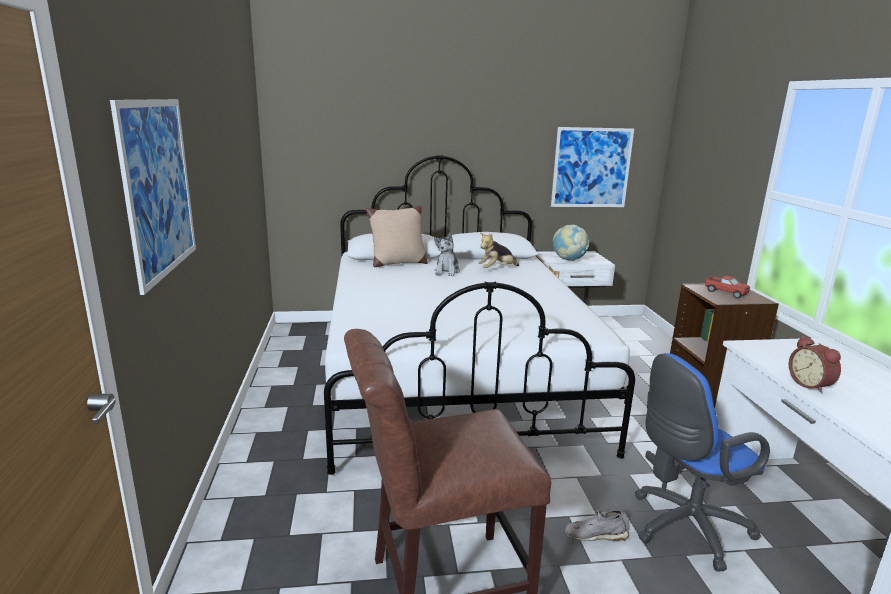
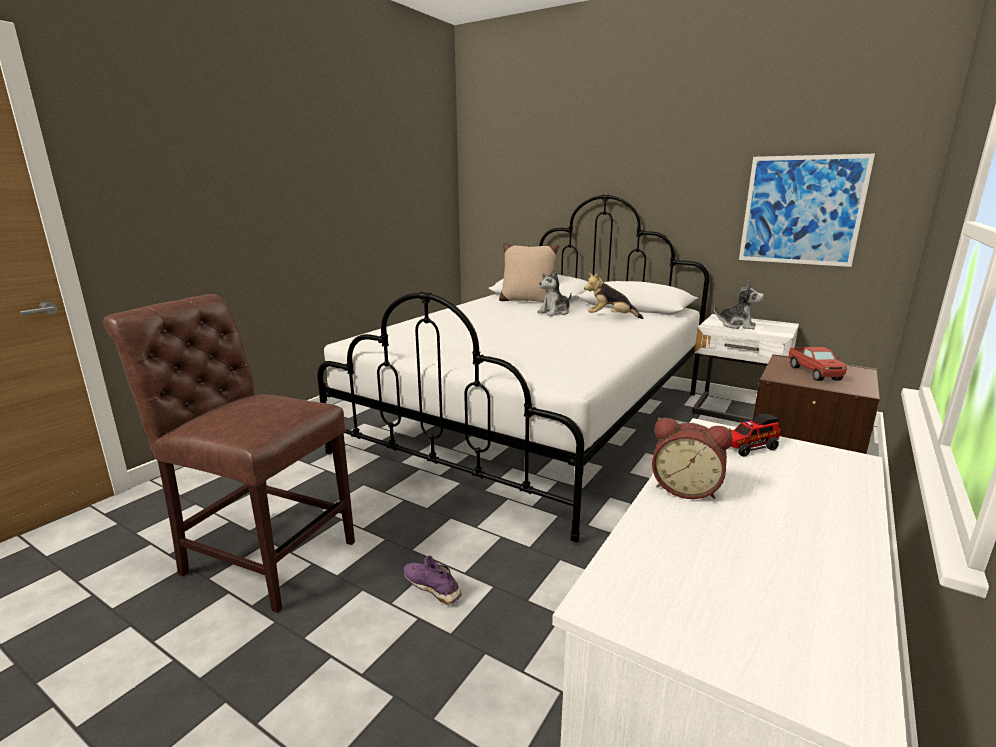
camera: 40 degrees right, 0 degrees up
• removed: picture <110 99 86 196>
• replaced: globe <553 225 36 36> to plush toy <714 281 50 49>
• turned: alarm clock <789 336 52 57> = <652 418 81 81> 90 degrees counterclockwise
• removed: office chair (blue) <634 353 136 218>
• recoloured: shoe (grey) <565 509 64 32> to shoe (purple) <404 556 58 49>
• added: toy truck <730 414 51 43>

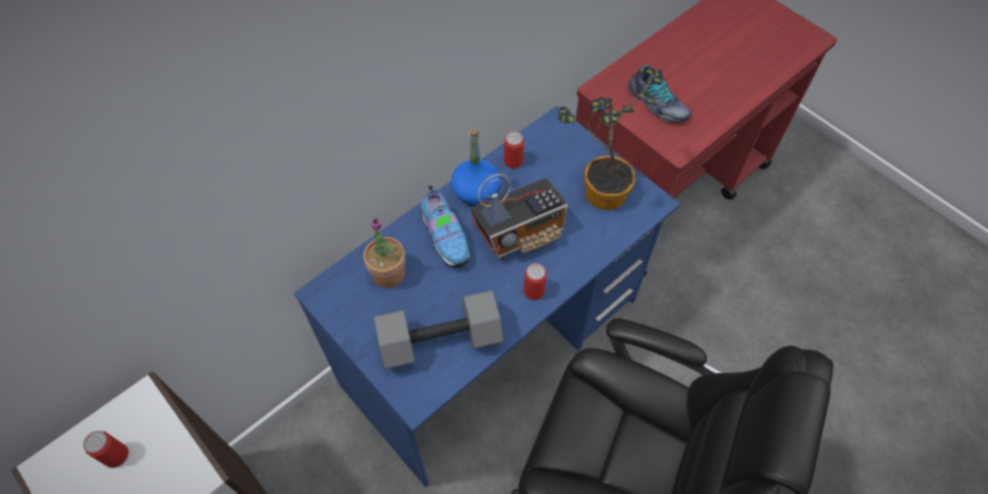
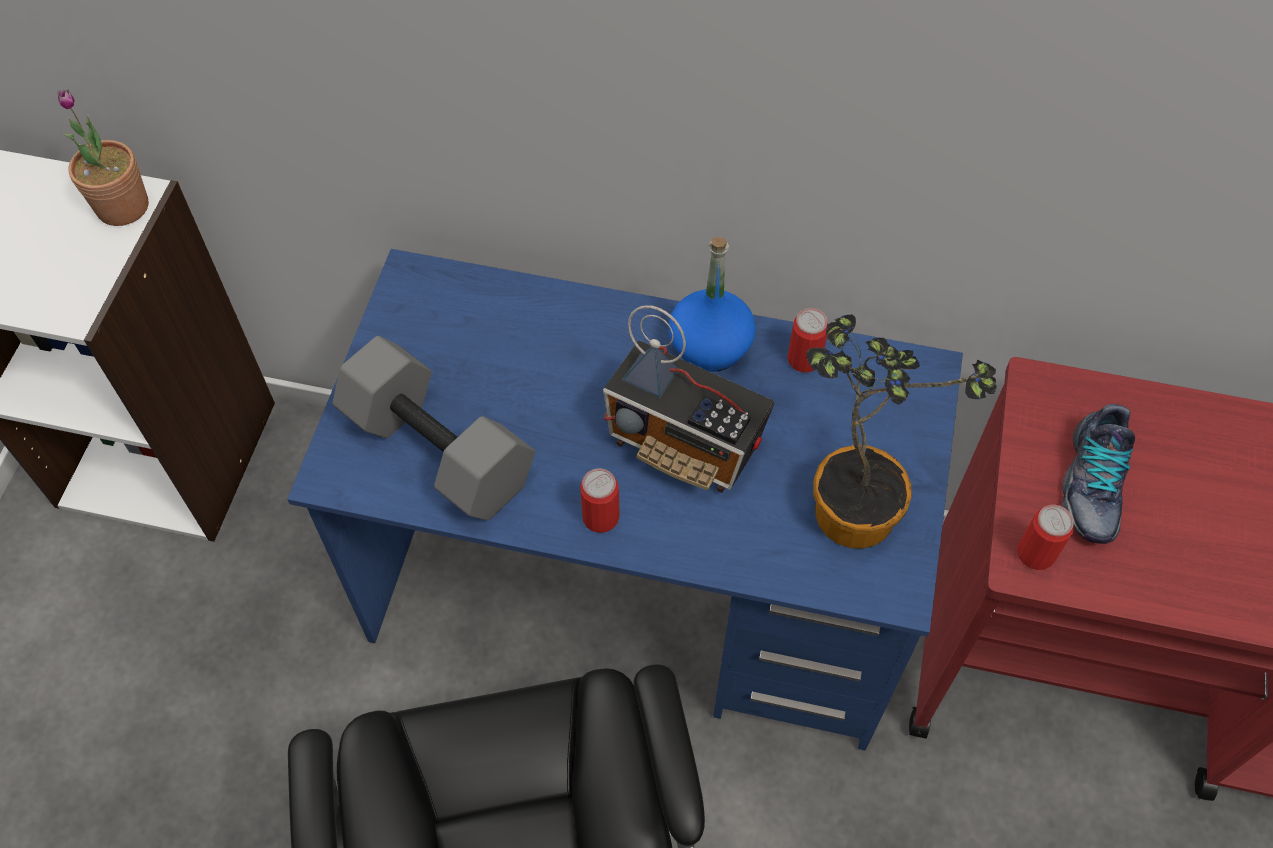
camera: 55 degrees right, 0 degrees up
• removed: shoe <421 185 48 83>
• moved: potted plant <363 218 42 70> to <57 89 92 137>
• moved: can <83 431 45 37> to <1017 505 57 65>

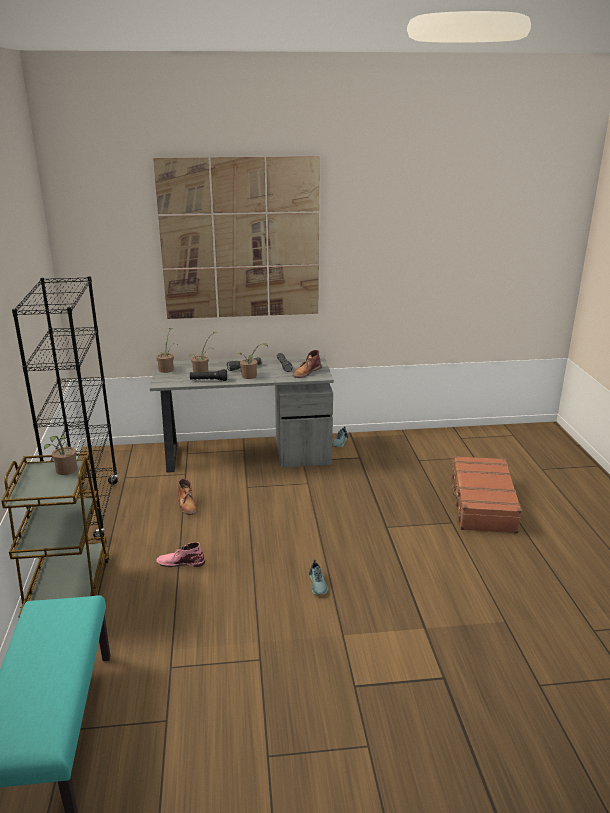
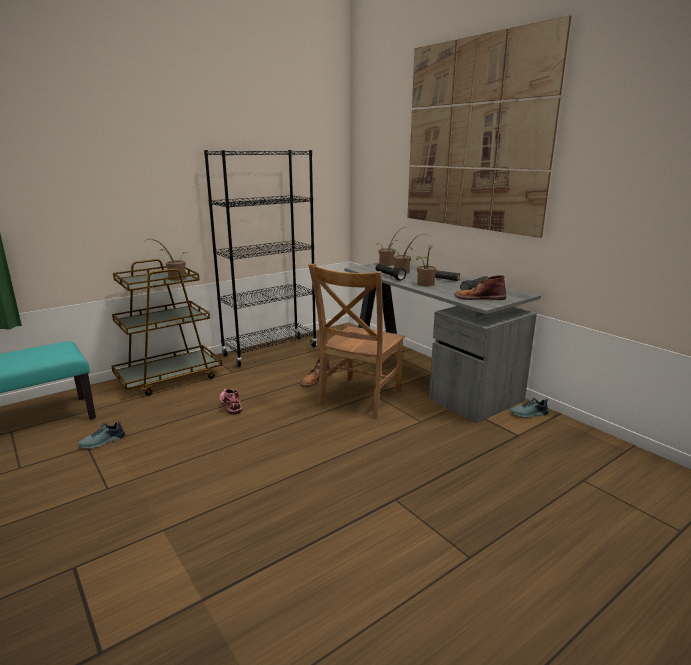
camera: 60 degrees right, 5 degrees down
• removed: suitcase (brown) <449 456 73 78>
• moved: shoe <309 559 19 36> to <78 420 47 29>
• added: chair (brown) <308 264 97 155>

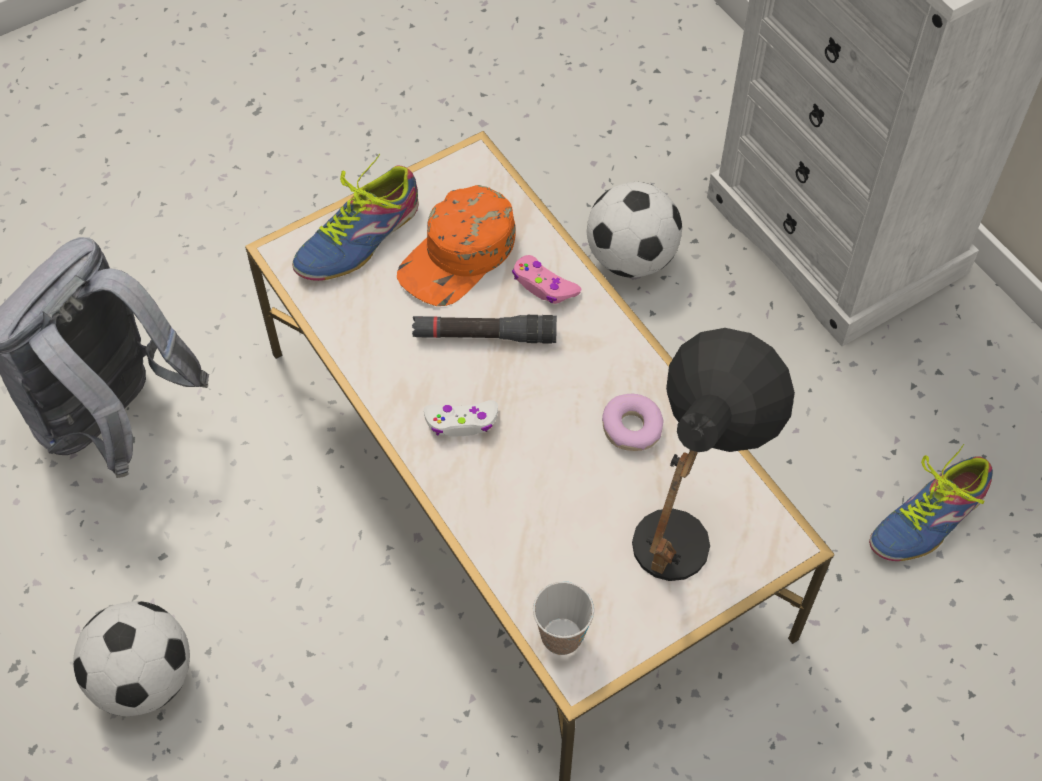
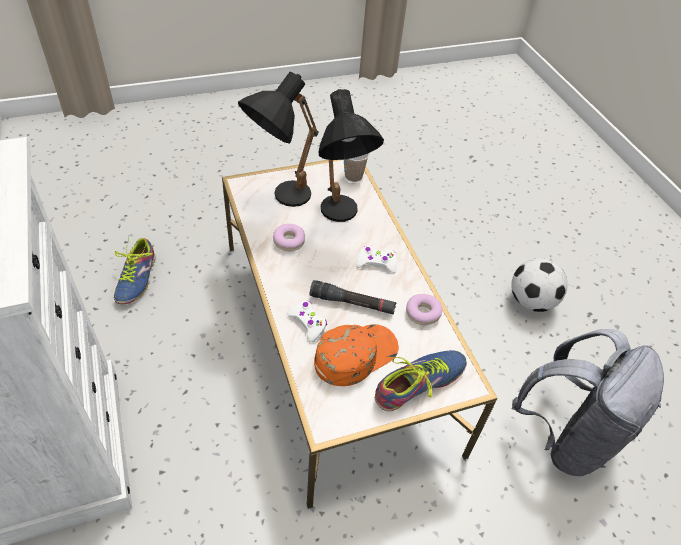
camera: 170 degrees left, 10 degrees down
• removed: football <587 182 95 96>
• recoloured: game controller (pink) <512 255 70 49> to game controller (white) <287 301 40 41>
• turned: shoe <869 444 124 117> = <114 237 42 67> 120 degrees clockwise
• added: table lamp (black) <319 89 65 133>
• added: donut <406 294 36 31>

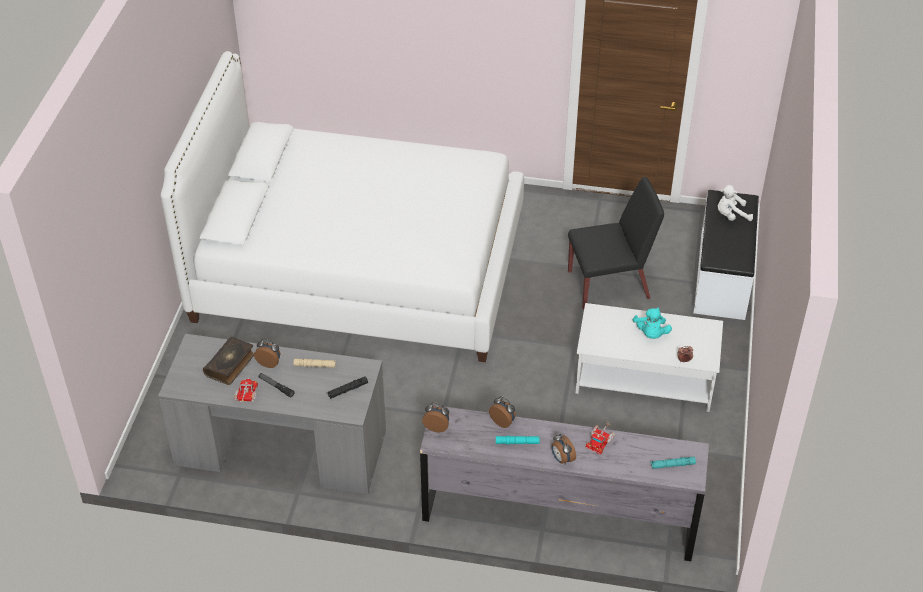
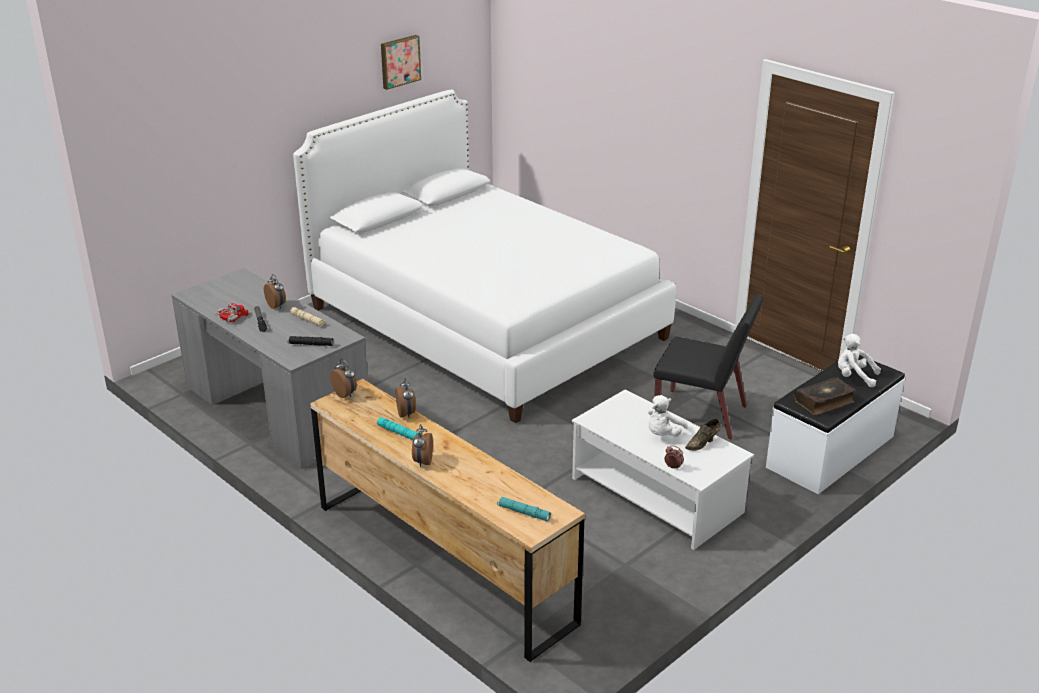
camera: 35 degrees right, 15 degrees down
• recoloured: plush toy (turquoise) <633 308 39 31> to plush toy (white) <648 395 40 42>
• moved: book <203 337 51 48> to <794 377 62 39>
• recoloured: dresser (grey) <420 405 289 156> to dresser (brown) <310 379 275 283>
• removed: toy truck <585 422 30 33>
• added: picture <381 35 40 55>
• added: shoe (brown) <685 419 36 32>

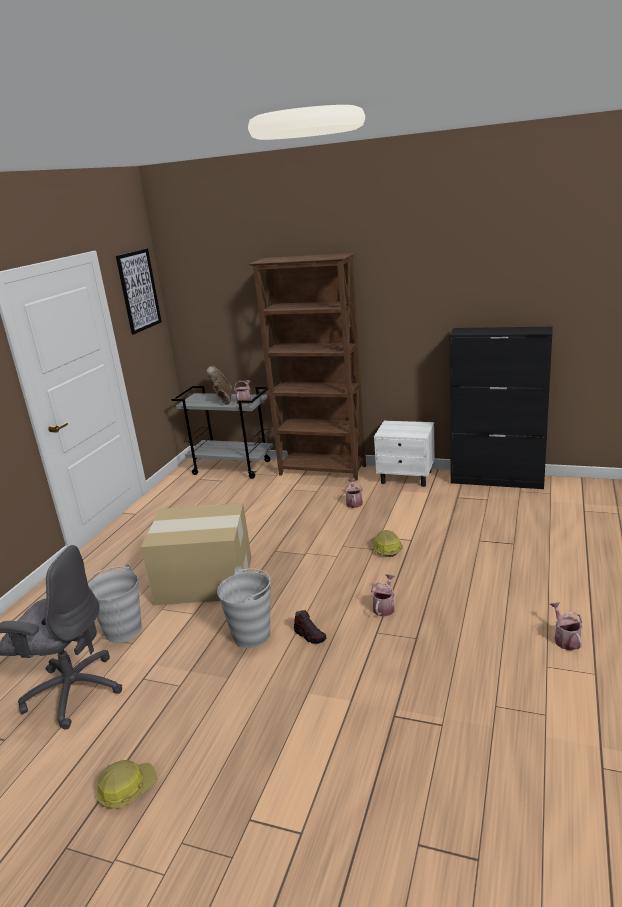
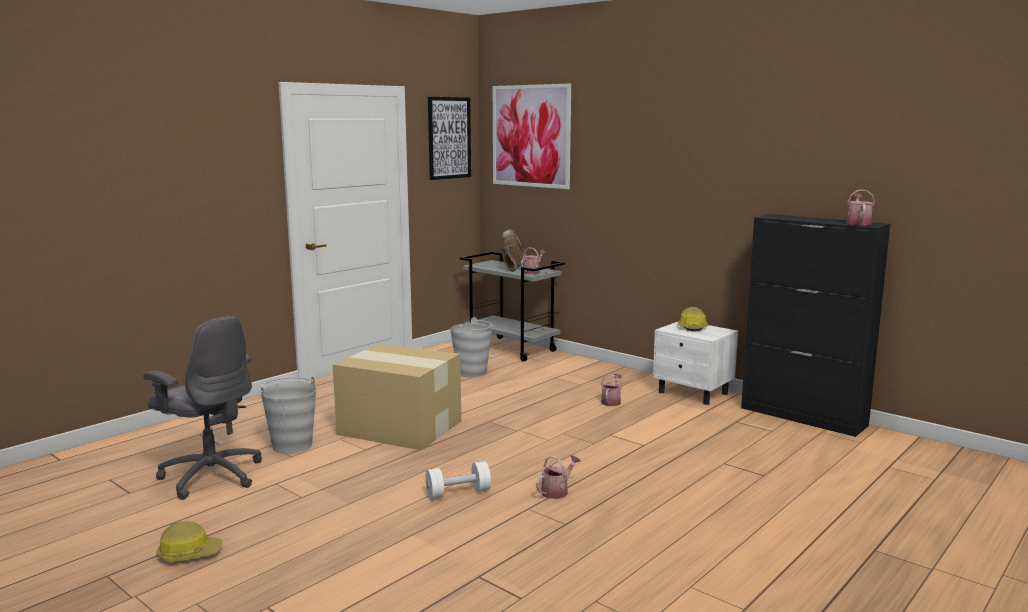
camera: 20 degrees right, 10 degrees down
• removed: bookcase (brown) <248 253 118 228>
• moved: hard hat <372 530 31 27> to <678 307 30 25>
• moved: bucket (grey) <217 566 54 82> to <450 317 42 60>
• moved: watering can <550 602 32 48> to <847 190 28 35>
• replaced: shoe <294 610 32 34> to dumbbell (white) <426 461 65 38>
• added: picture <493 84 78 105>

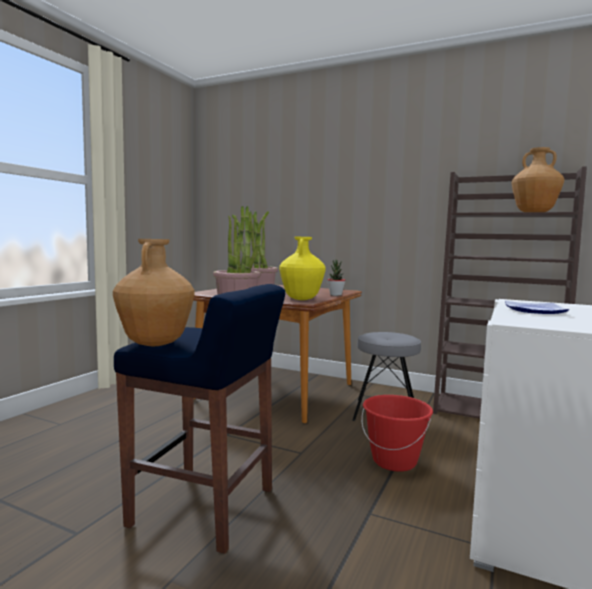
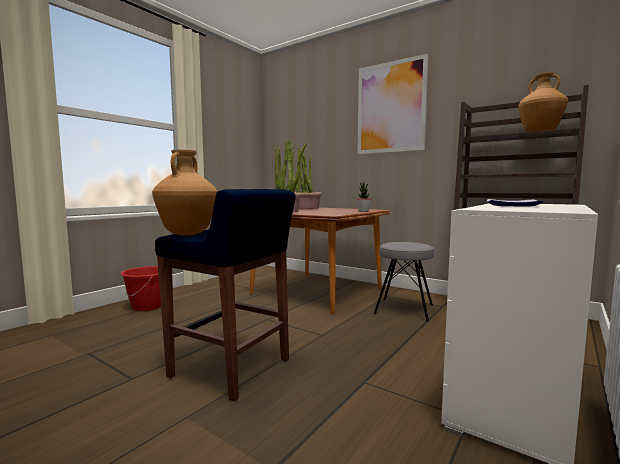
camera: 10 degrees right, 0 degrees up
• removed: vase (yellow) <279 237 47 63>
• moved: bucket (red) <362 395 71 77> to <121 266 40 45>
• added: picture <358 53 70 101>

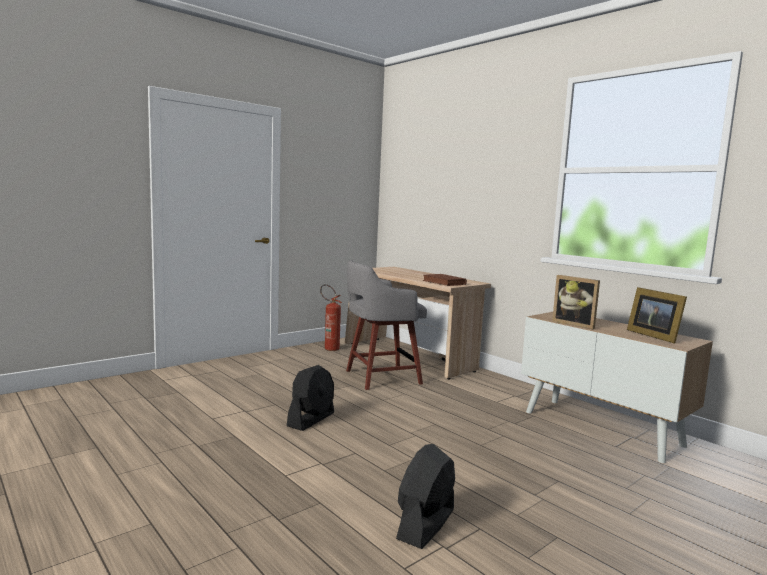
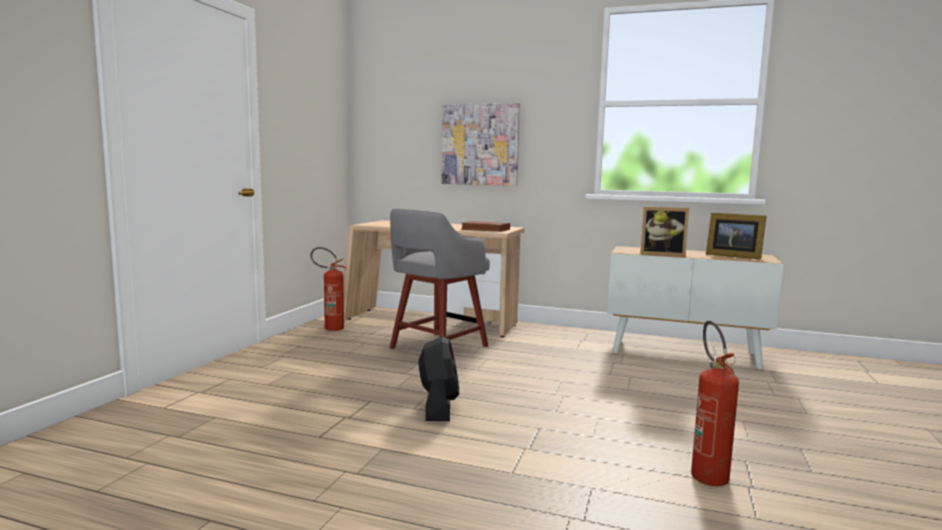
camera: 30 degrees left, 0 degrees up
• replaced: fan (black) <396 444 59 105> to fire extinguisher <691 321 48 165>
• added: picture <442 103 78 83>

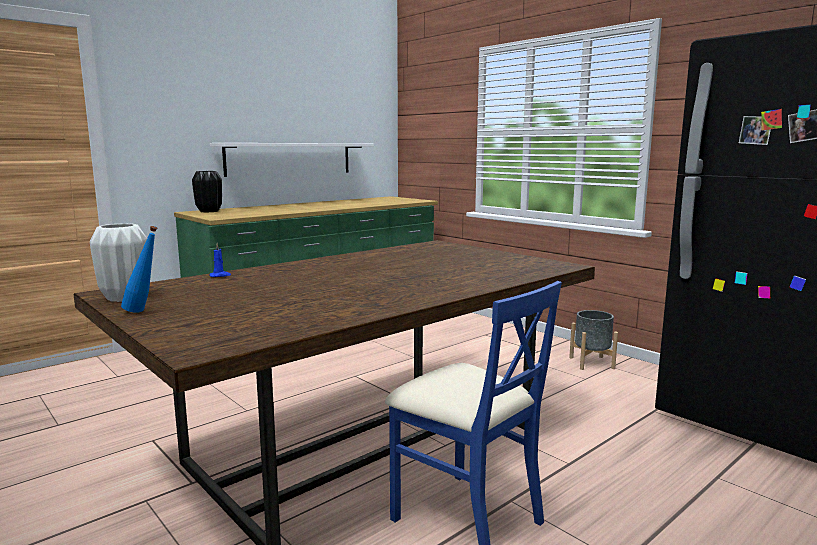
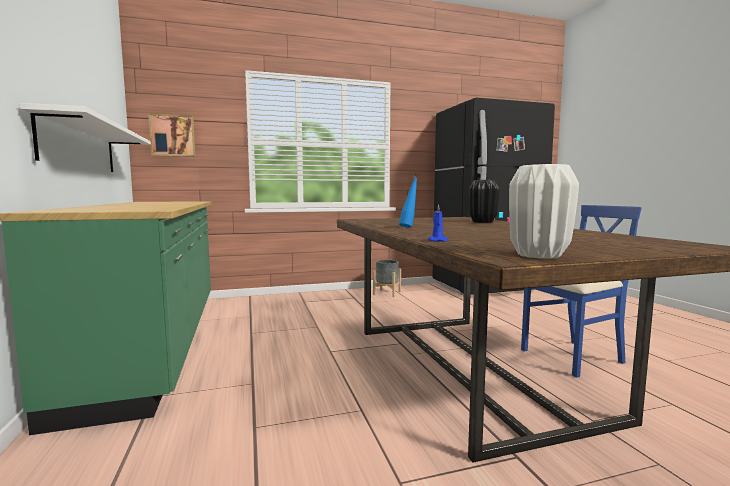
camera: 65 degrees left, 5 degrees down
• moved: vase (black) <192 171 30 41> to <469 180 31 43>
• moved: bottle (blue) <121 226 36 87> to <399 174 19 53>
• added: picture <148 113 48 44>

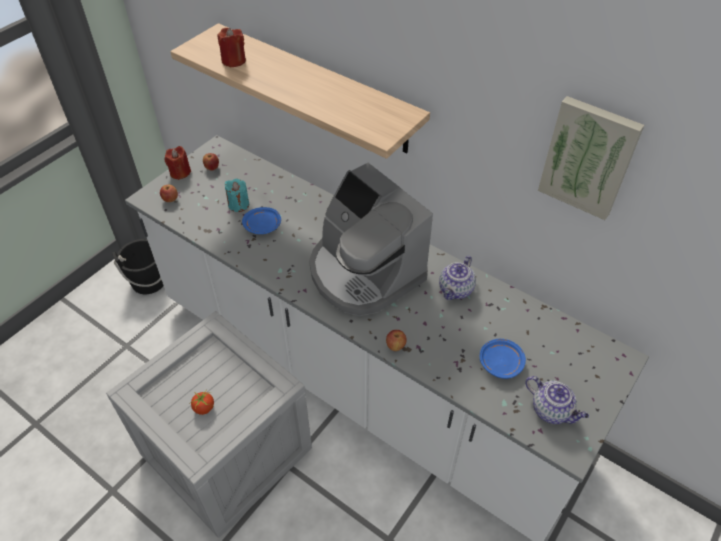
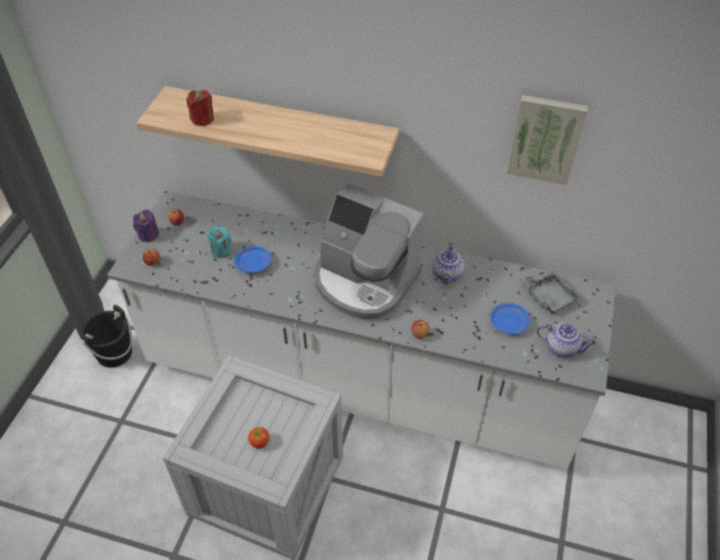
camera: 20 degrees left, 0 degrees up
• recoloured: candle (red) <165 146 26 34> to candle (purple) <133 209 26 33>
• added: tray (grey) <521 271 60 43>

